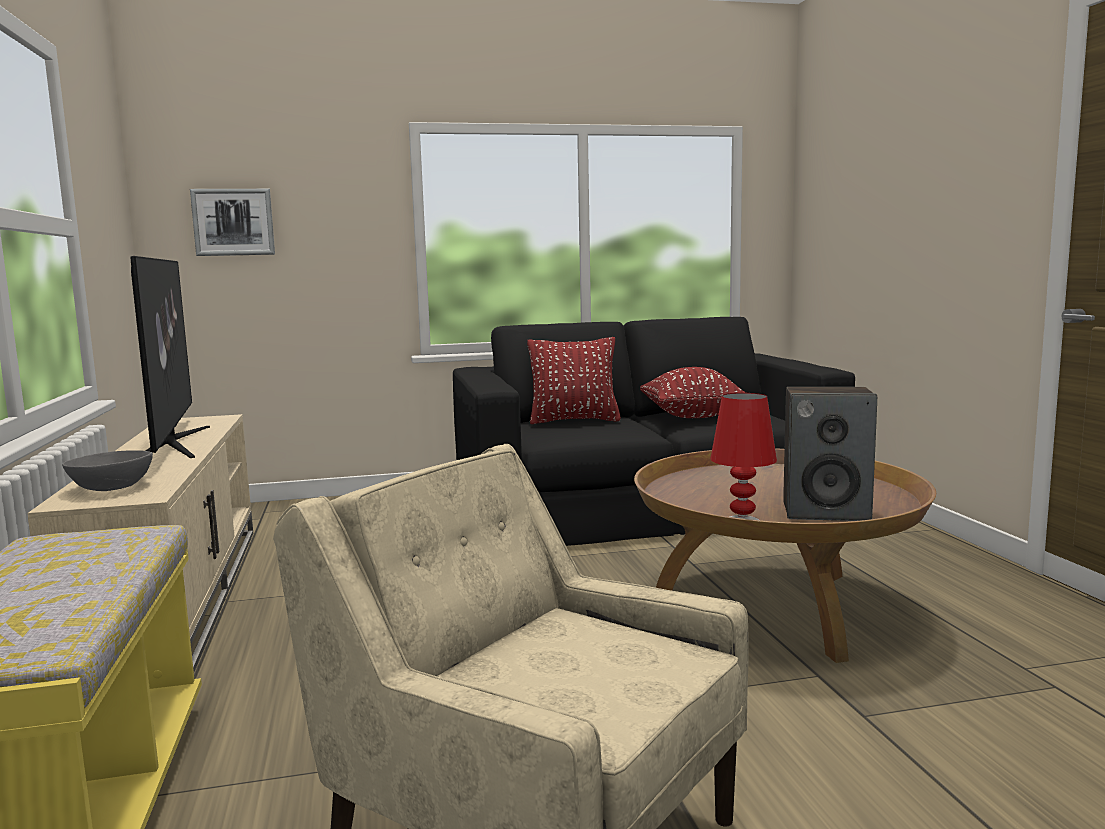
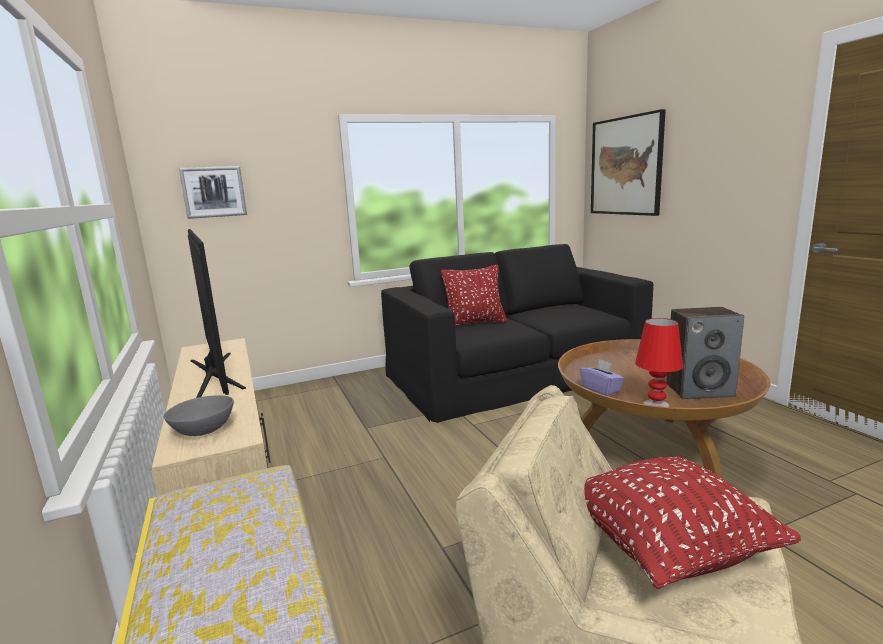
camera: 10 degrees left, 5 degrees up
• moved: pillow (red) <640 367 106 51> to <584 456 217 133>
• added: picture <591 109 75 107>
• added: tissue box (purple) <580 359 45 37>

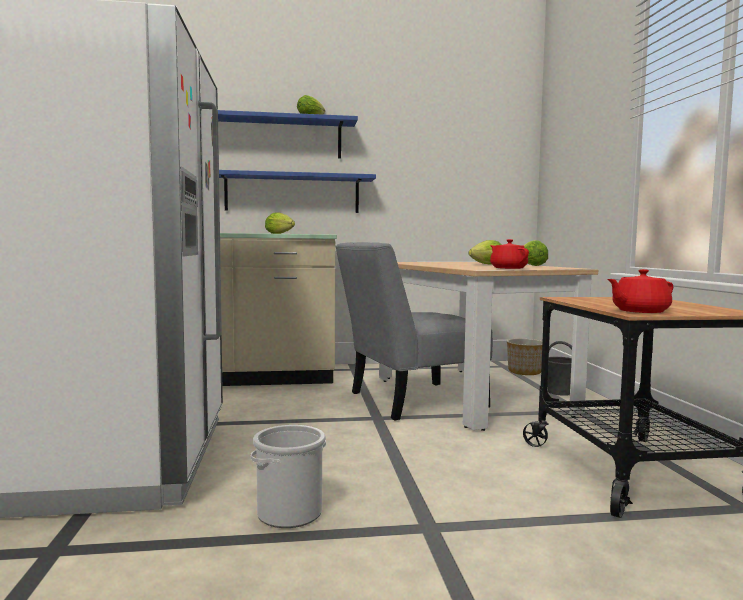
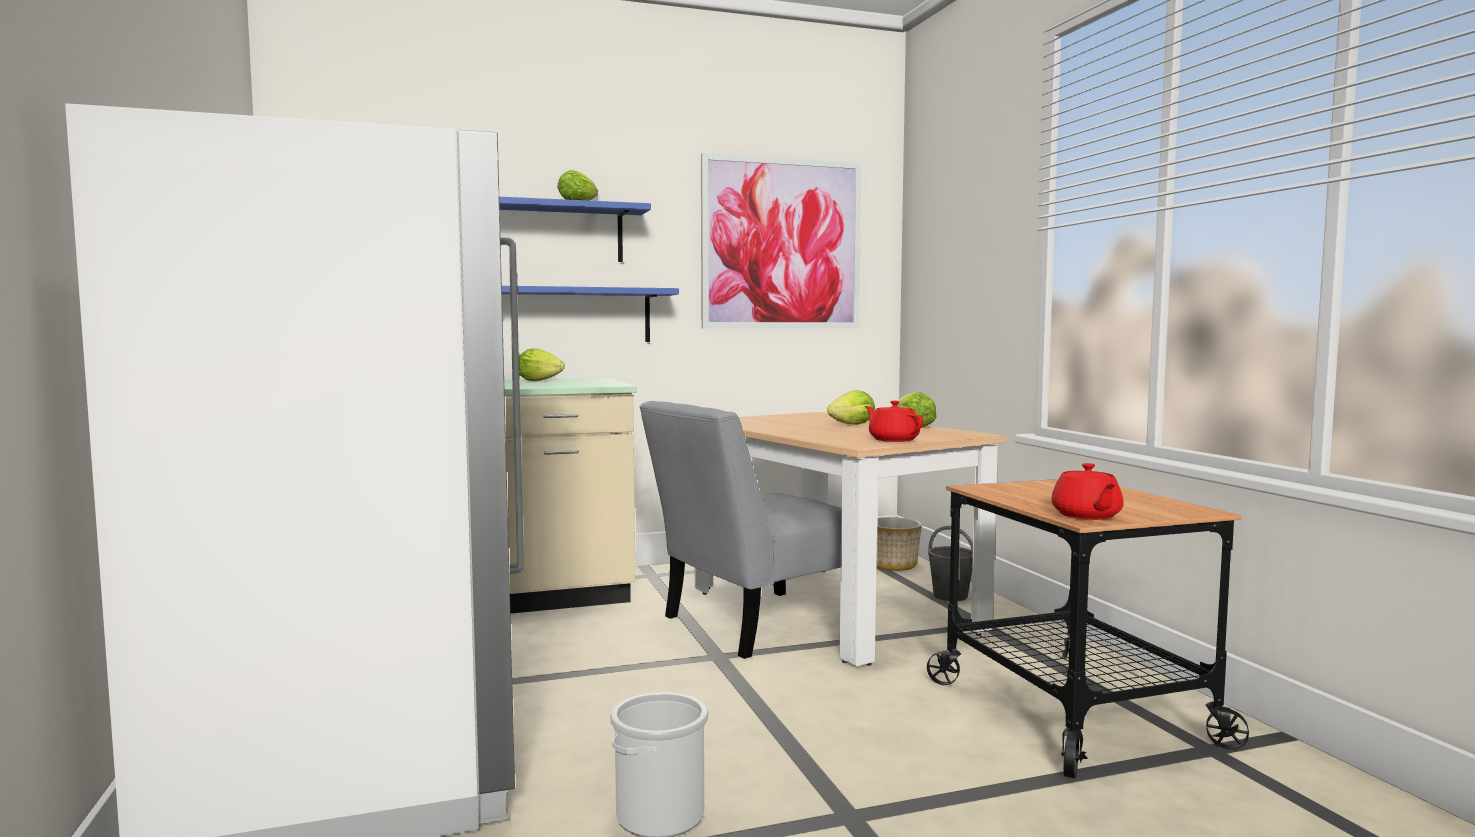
camera: 10 degrees left, 0 degrees up
• turned: teapot (red) <607 269 66 44> = <1051 463 73 57> 60 degrees counterclockwise
• added: picture <701 153 160 176>

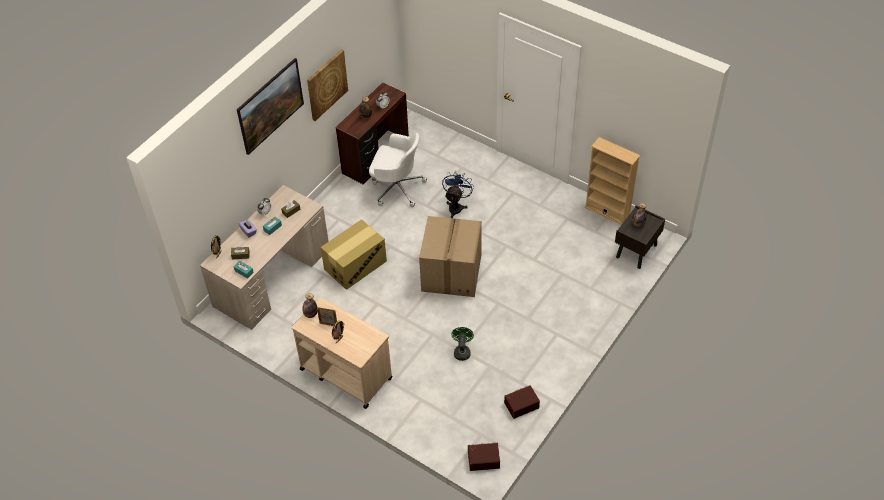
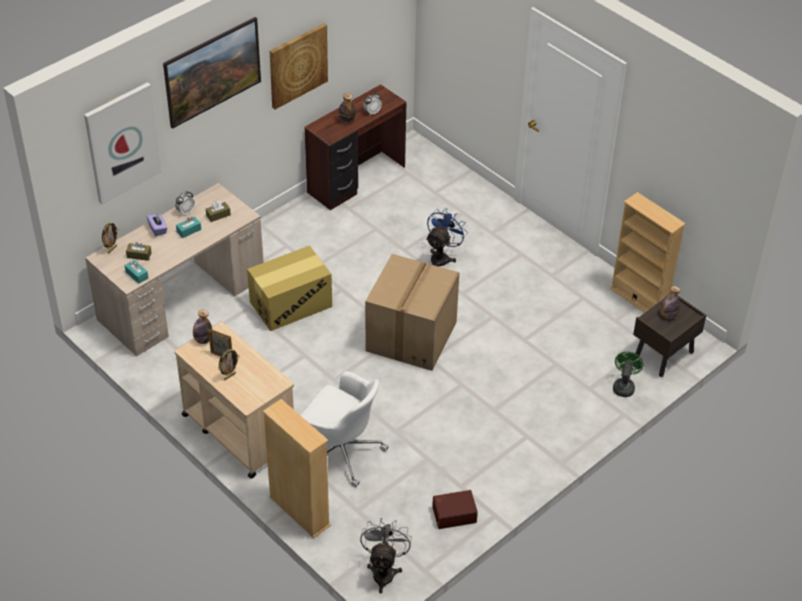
camera: 10 degrees right, 5 degrees down
• moved: office chair (white) <369 133 58 74> to <301 371 88 116>
• moved: fan (green) <451 327 23 34> to <613 352 31 45>
• replaced: storage box (brown) <468 443 32 28> to fan (grey) <360 518 52 76>
• added: picture <84 82 78 122>
• added: bookcase (beige) <263 399 68 139>

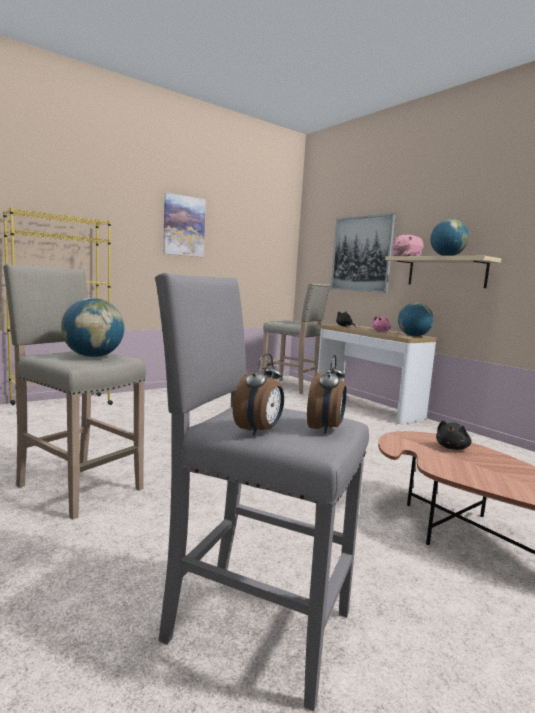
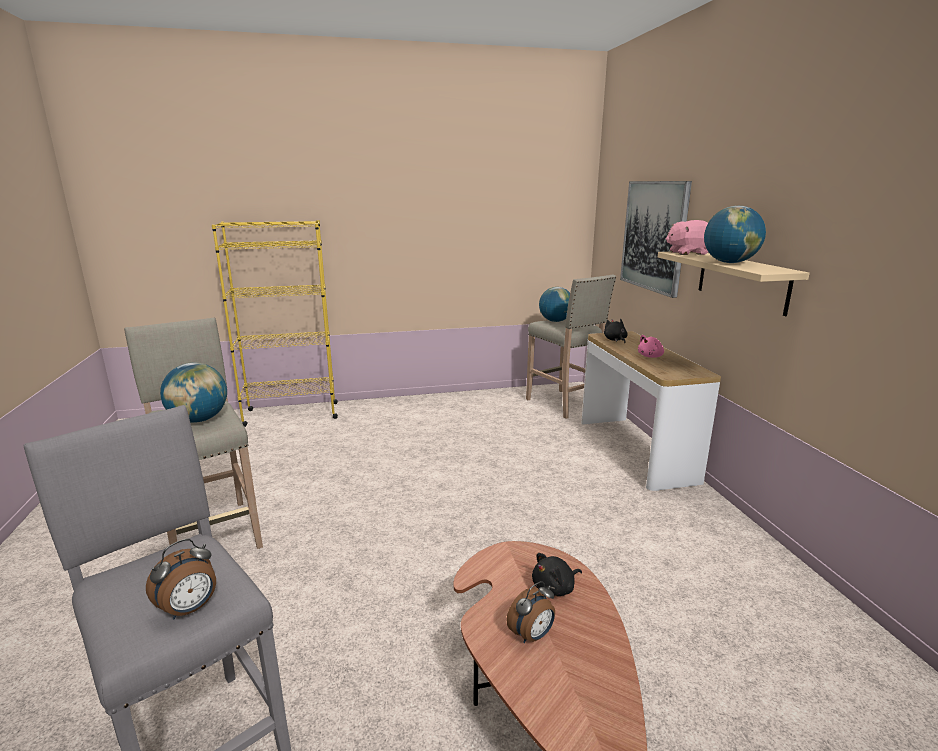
camera: 25 degrees right, 10 degrees up
• removed: picture <163 193 43 64>
• moved: globe <398 302 36 35> to <539 287 31 35>
• moved: alarm clock <233 354 51 82> to <507 581 48 62>

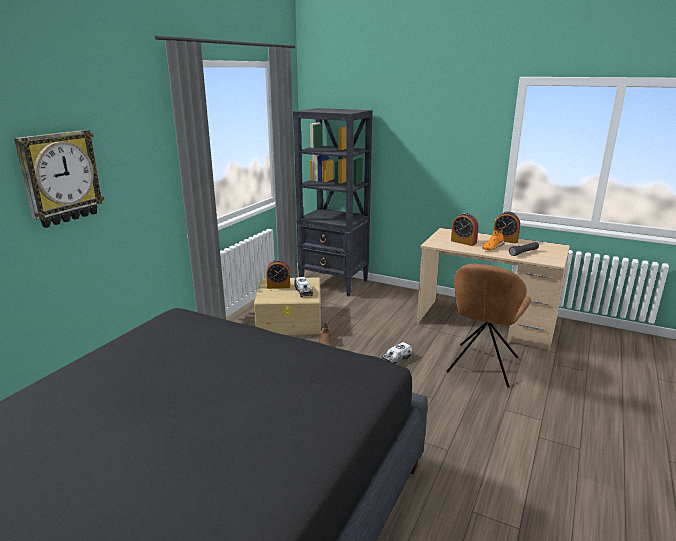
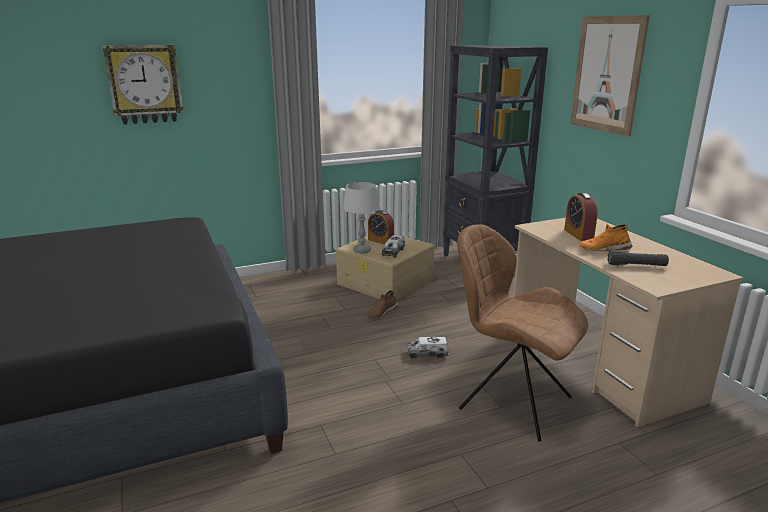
camera: 40 degrees right, 0 degrees up
• removed: alarm clock <493 211 27 33>
• turned: chair (brown) <446 264 85 123> = <457 224 132 218> 60 degrees clockwise
• added: picture <570 15 80 122>
• added: table lamp (grey) <343 182 37 71>

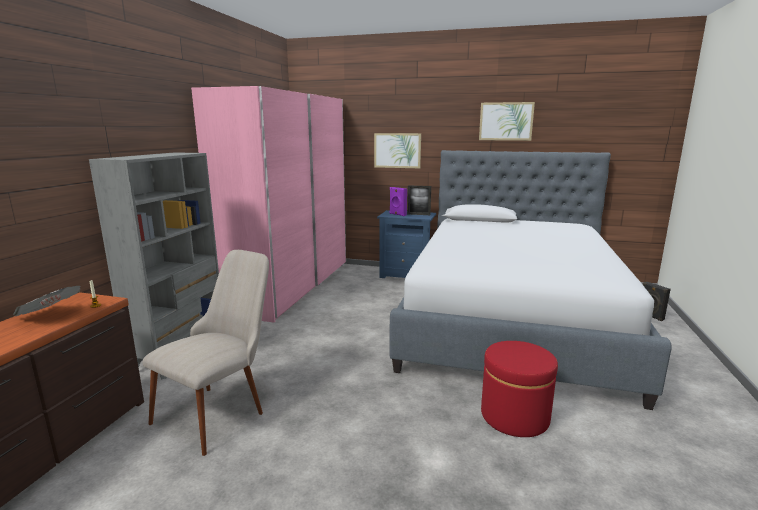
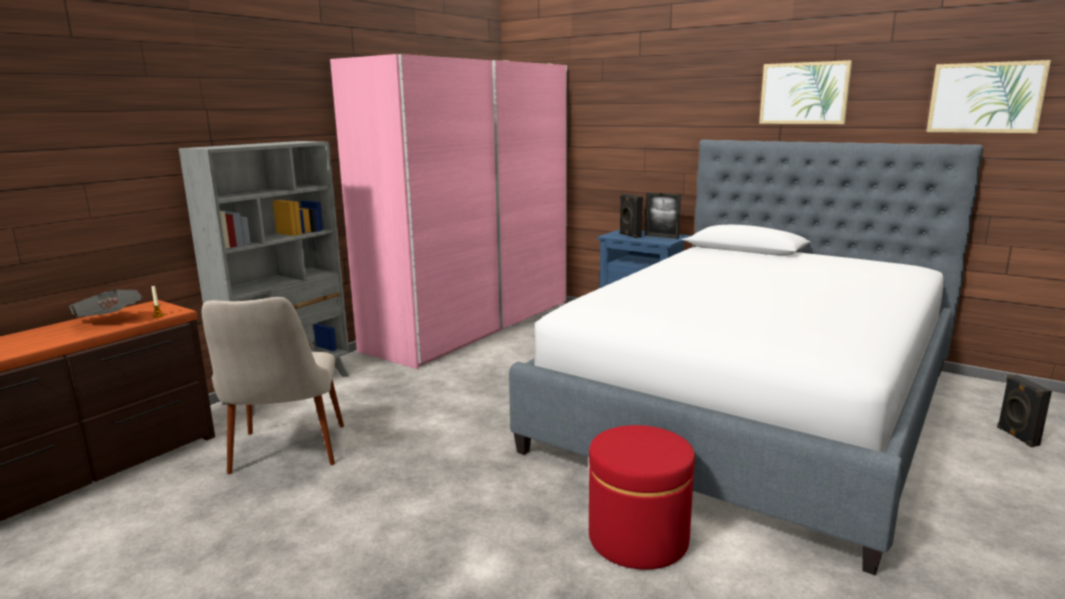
camera: 20 degrees right, 0 degrees up
• moved: picture <374 133 47 36> to <926 60 125 73>
• recoloured: speaker (purple) <390 187 17 29> to speaker (black) <619 194 24 44>
• turned: chair (beige) <142 250 127 206> = <202 297 142 177> 120 degrees clockwise

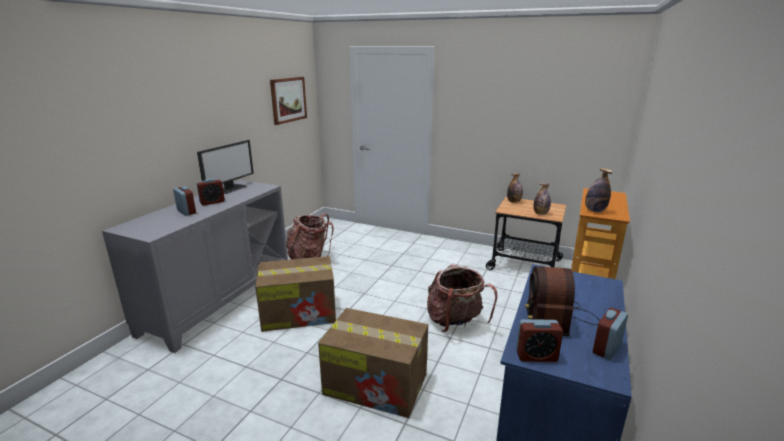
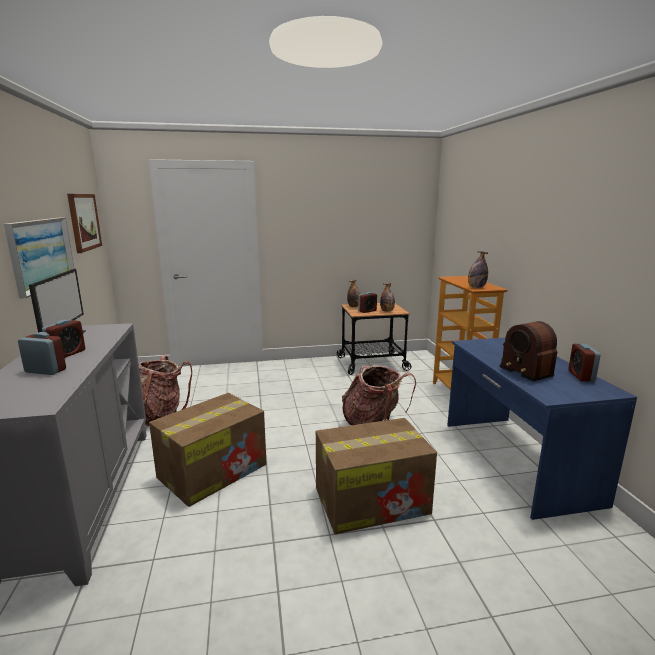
camera: 35 degrees left, 5 degrees down
• moved: alarm clock <516 319 47 43> to <358 292 19 21>
• added: picture <4 217 70 82>

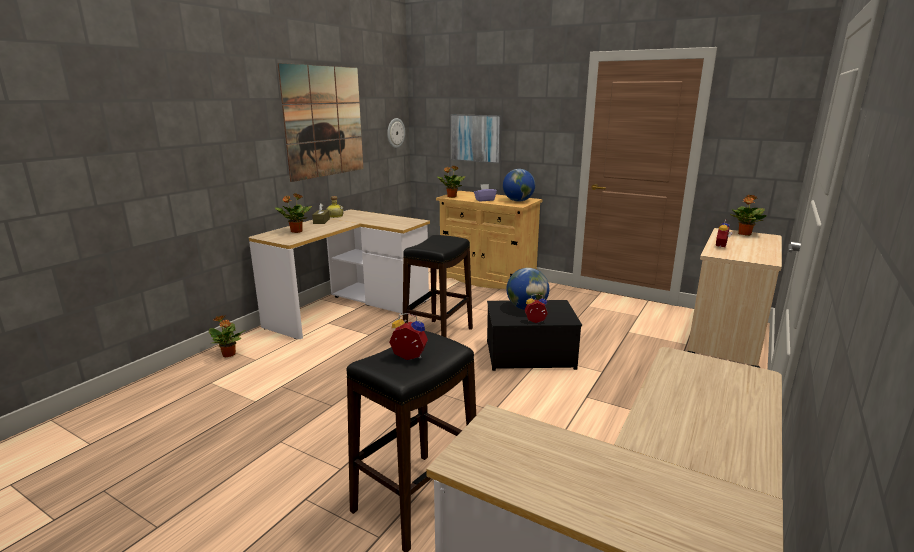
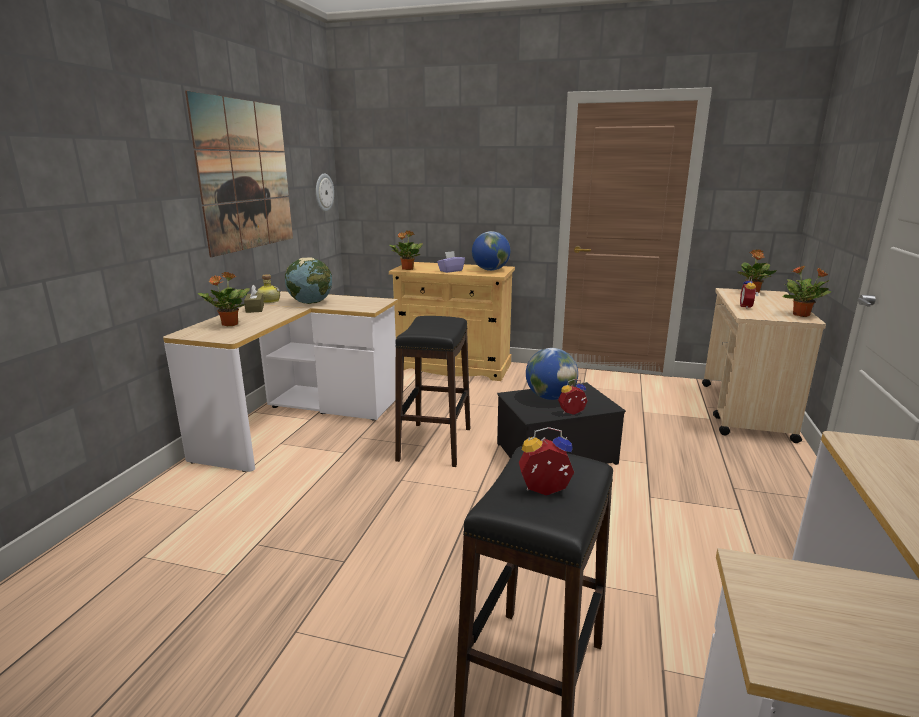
camera: 15 degrees left, 0 degrees up
• removed: picture <450 114 52 50>
• moved: potted plant <209 315 37 42> to <783 265 48 52>
• added: globe <285 257 47 47>

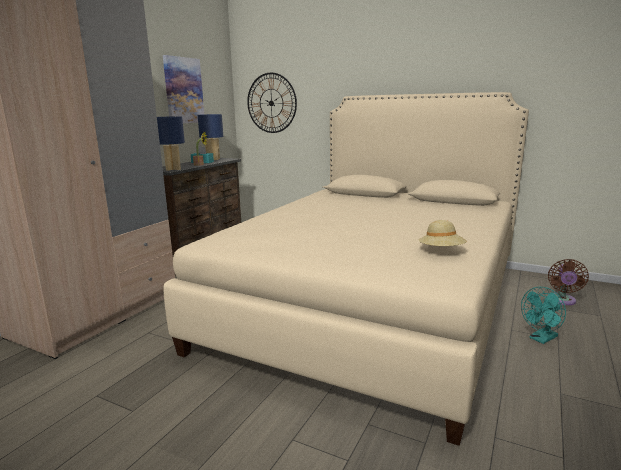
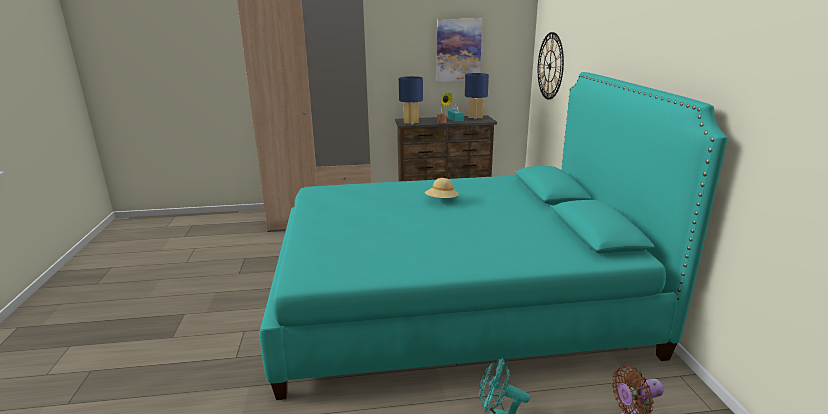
camera: 55 degrees right, 5 degrees up
• recoloured: bed (beige) <163 92 366 354> to bed (turquoise) <260 72 468 328>
• moved: hat (beige) <419 220 48 26> to <425 178 34 20>

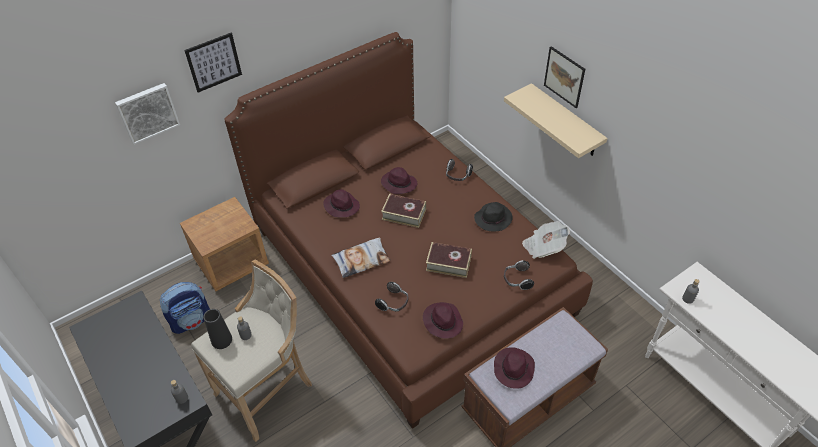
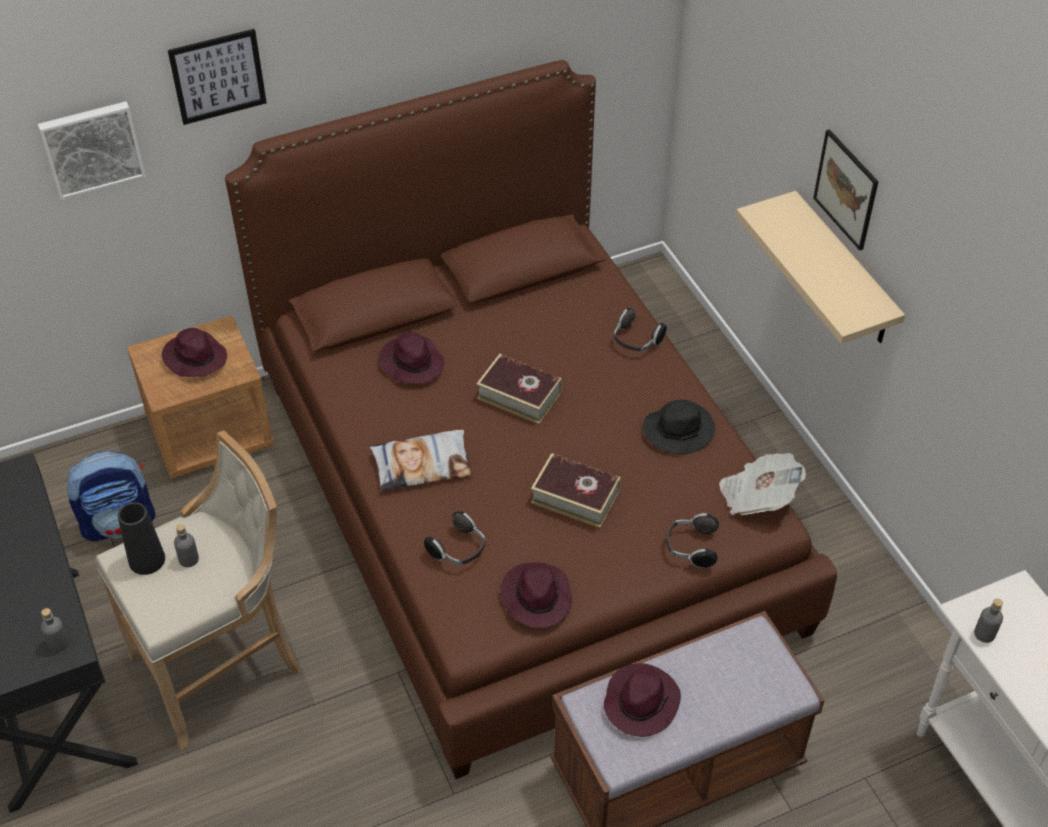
camera: 10 degrees right, 0 degrees up
• moved: hat (purple) <381 167 36 27> to <162 328 65 49>

